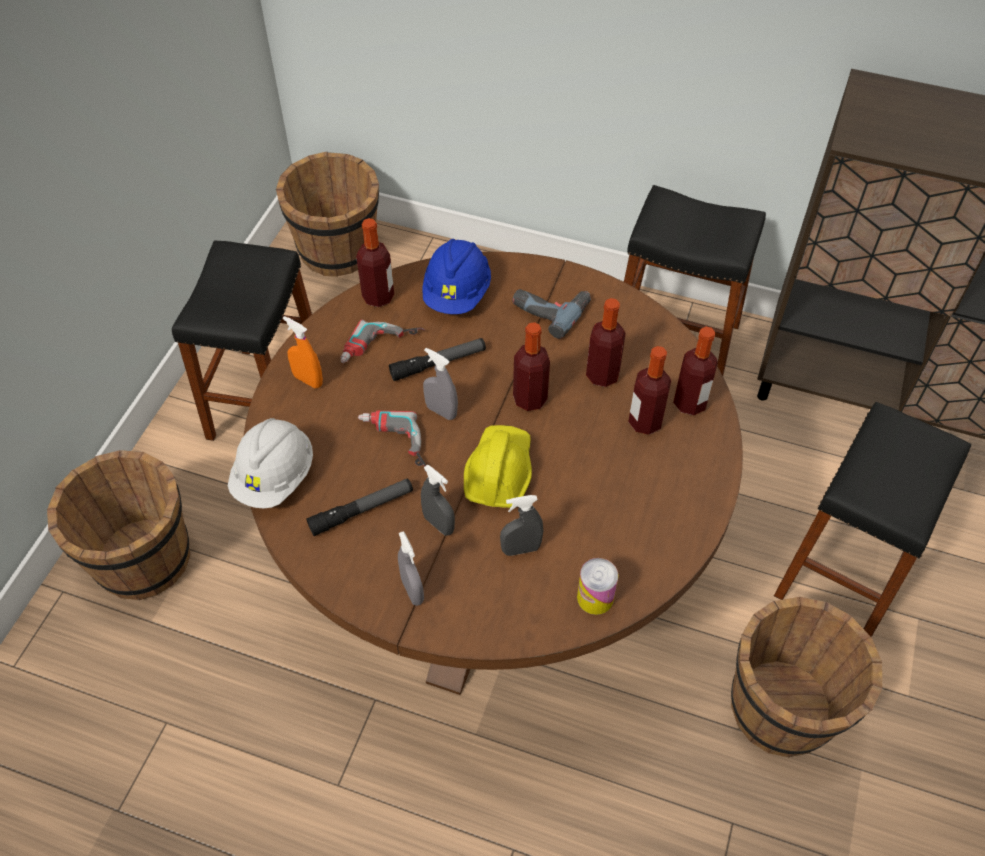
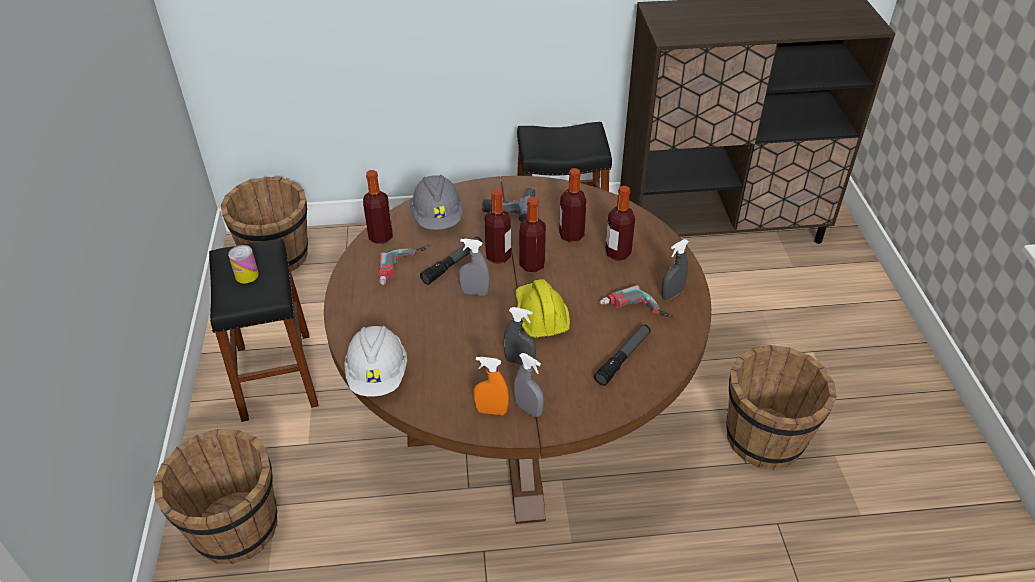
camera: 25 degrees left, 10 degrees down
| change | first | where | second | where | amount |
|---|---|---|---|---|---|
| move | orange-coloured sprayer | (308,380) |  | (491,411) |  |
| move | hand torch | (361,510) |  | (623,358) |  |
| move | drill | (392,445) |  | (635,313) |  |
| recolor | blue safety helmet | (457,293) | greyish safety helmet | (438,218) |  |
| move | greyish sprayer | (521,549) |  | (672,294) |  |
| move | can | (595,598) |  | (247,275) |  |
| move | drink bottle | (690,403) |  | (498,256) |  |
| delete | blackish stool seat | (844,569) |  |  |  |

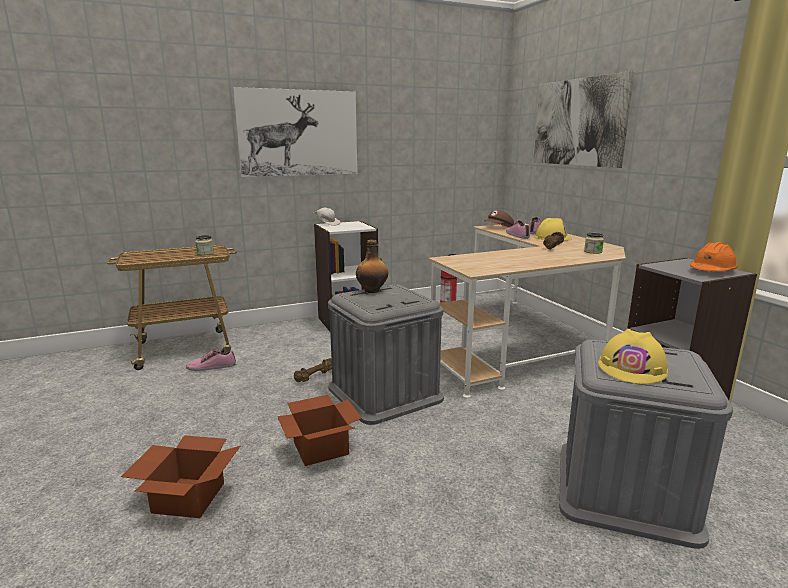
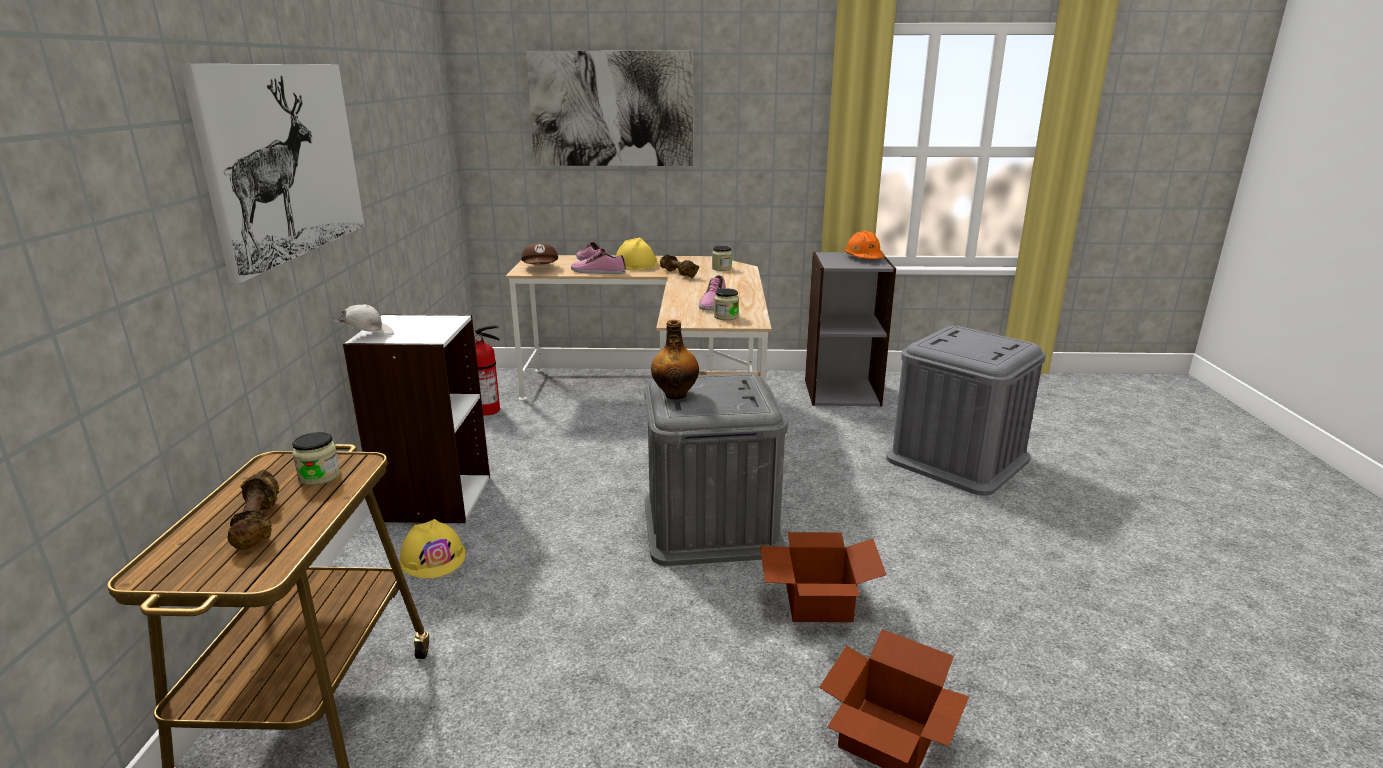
camera: 65 degrees left, 5 degrees up
| change | first | where | second | where | amount |
|---|---|---|---|---|---|
| move | shoe | (211,366) |  | (712,302) |  |
| move | brown-coloured hand weight | (315,377) |  | (259,524) |  |
| move | yellow safety helmet | (632,368) |  | (433,558) |  |
| insert |  |  | storage jar | (726,316) |  |

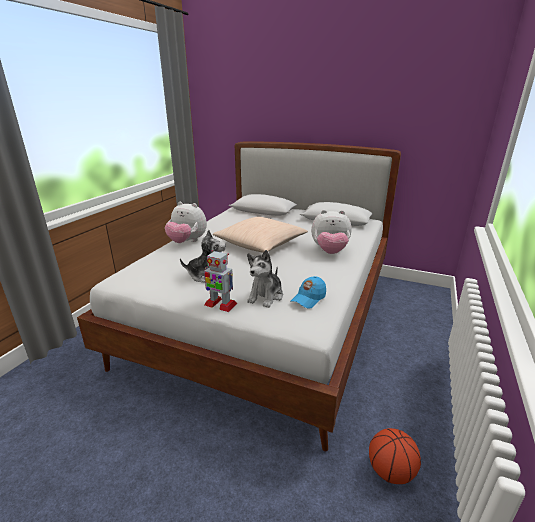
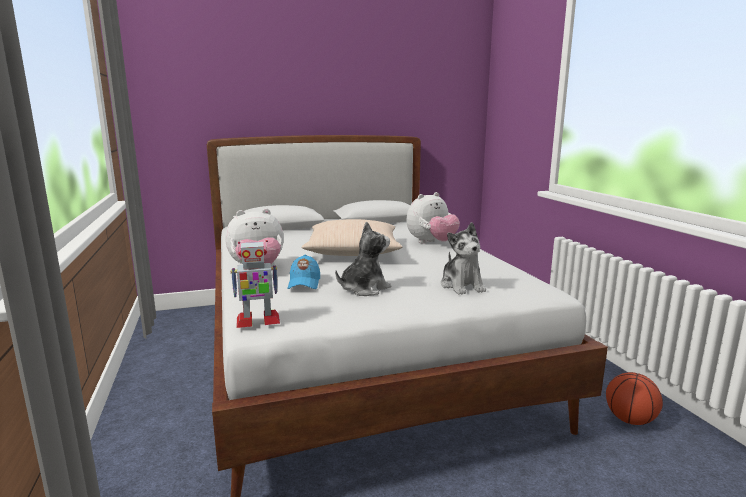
camera: 40 degrees left, 10 degrees down
| change | first | where | second | where | amount |
|---|---|---|---|---|---|
| move | toy robot | (220,304) |  | (257,321) |  |
| move | blue cap | (308,299) |  | (304,283) |  |

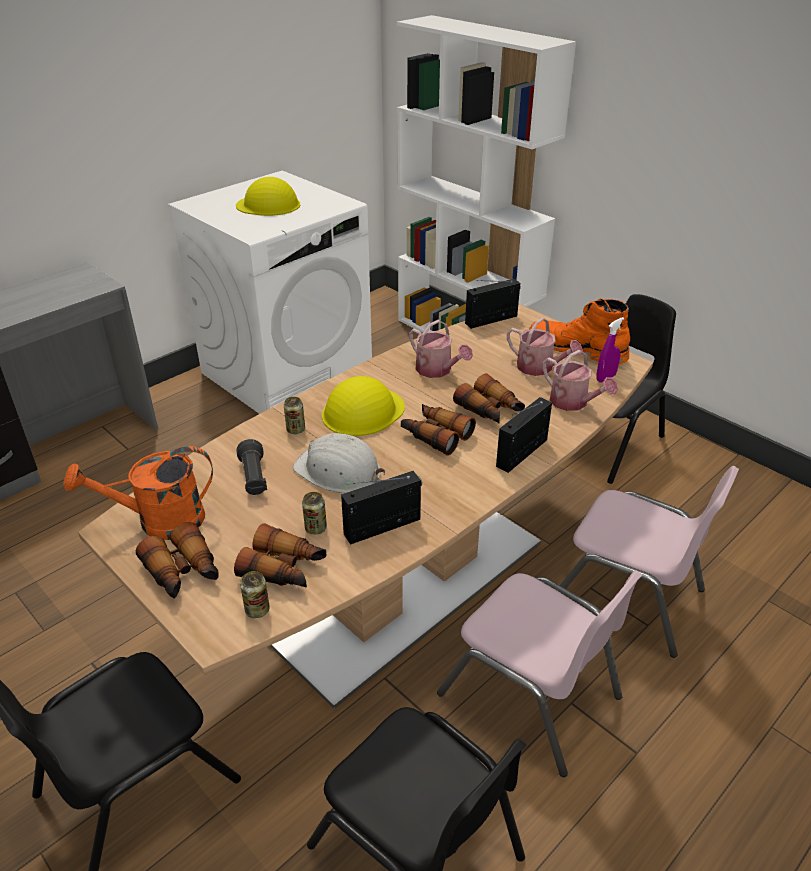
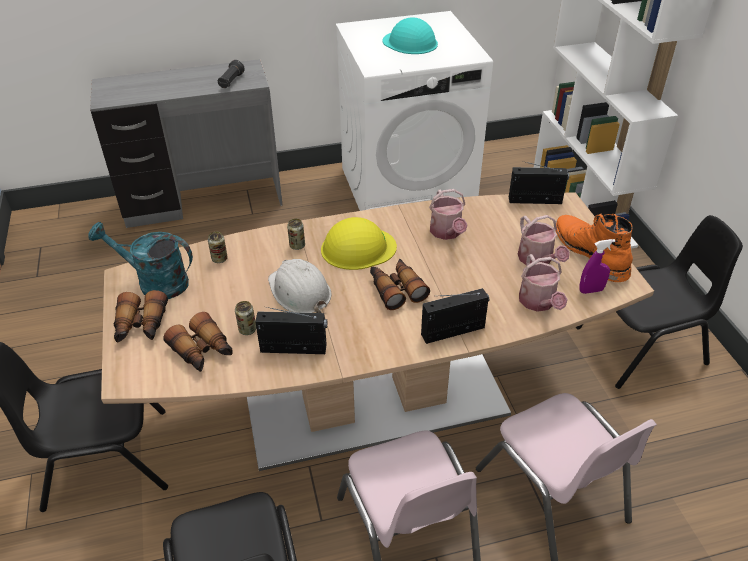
camera: 30 degrees right, 5 degrees up
| change | first | where | second | where | amount |
|---|---|---|---|---|---|
| recolor | orange-coloured sprinkling can | (159,522) | blue-green sprinkling can | (155,282) |  |
| recolor | yellow safety helmet | (268,205) | blue-green safety helmet | (410,42) |  |
| move | blackish hand torch | (254,478) |  | (231,82) |  |
| move | can | (257,610) |  | (219,259) |  |
| delete | pair of binoculars | (490,410) |  |  |  |

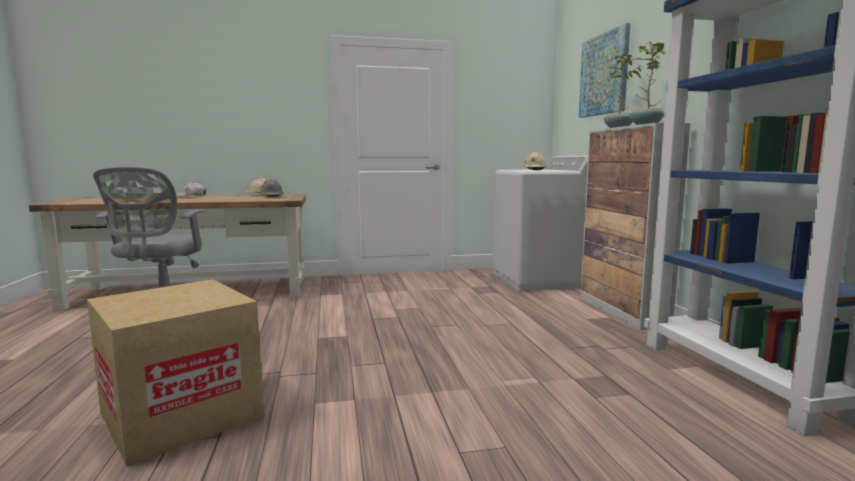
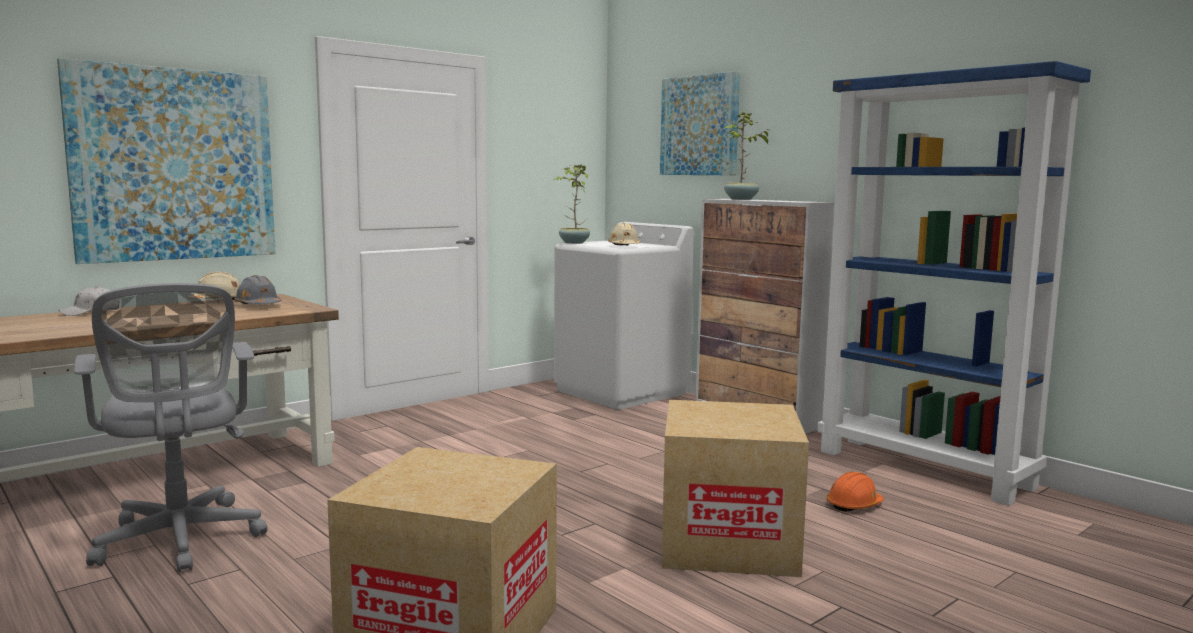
camera: 30 degrees left, 0 degrees up
| change | first | where | second | where | amount |
|---|---|---|---|---|---|
| move | plant in a pot | (645,125) |  | (573,243) |  |
| insert |  |  | picture | (174,165) |  |
| insert |  |  | packing box | (728,543) |  |
| insert |  |  | orange-coloured safety helmet | (854,505) |  |

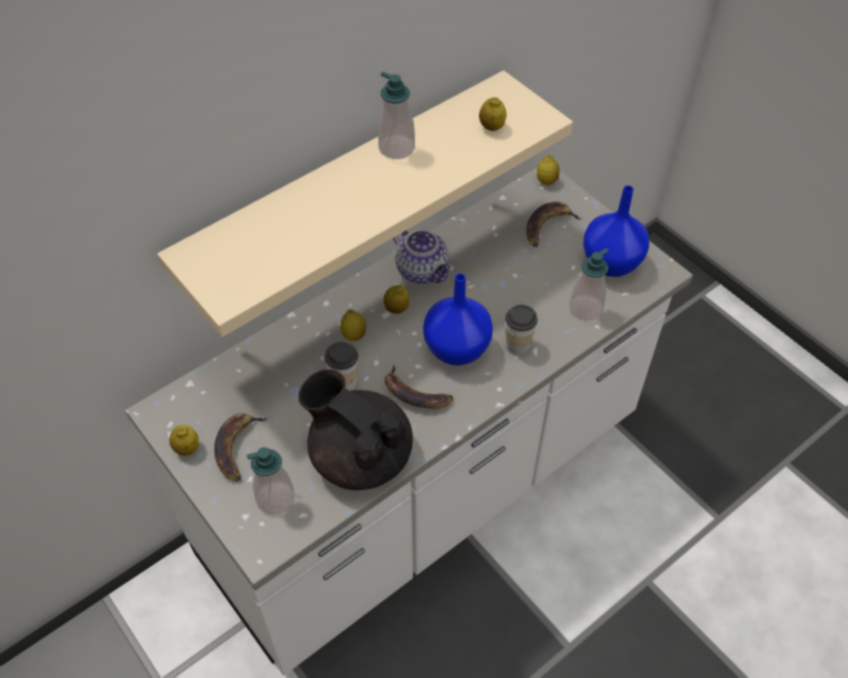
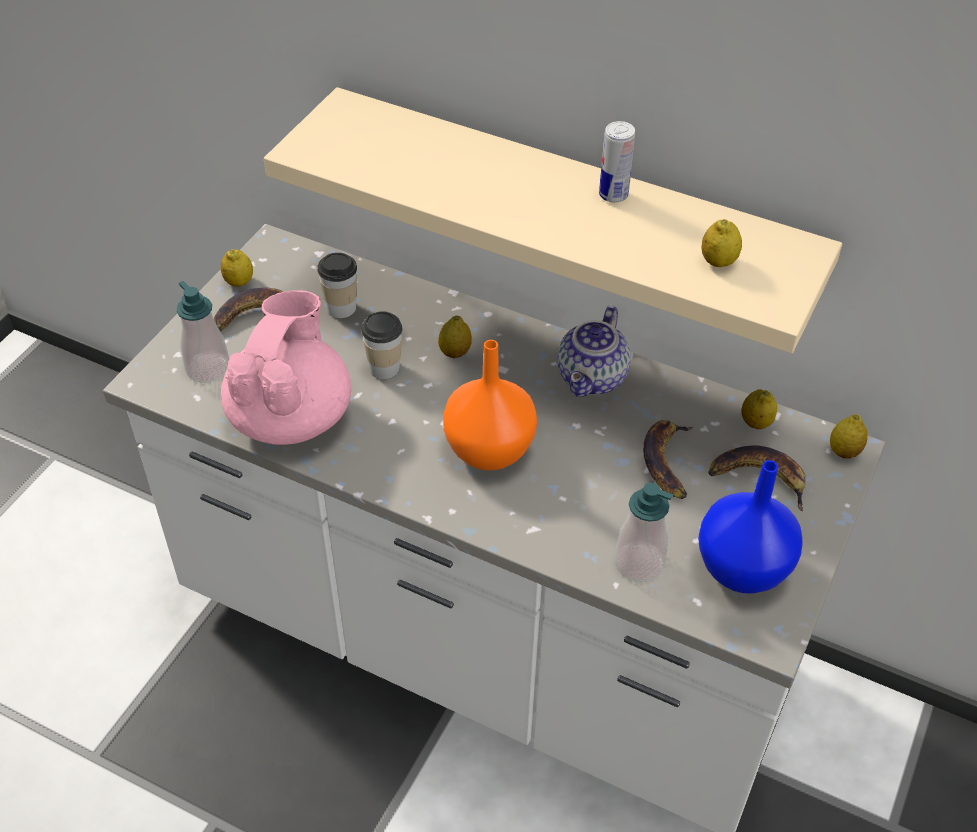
camera: 65 degrees right, 5 degrees down
| change | first | where | second | where | amount |
|---|---|---|---|---|---|
| recolor | blackish teapot | (360,456) | pink teapot | (291,416) |  |
| replace | liquid soap bottle | (396,148) | can | (613,195) |  |
| move | citrus fruit | (396,309) |  | (755,423) |  |
| move | whole banana | (414,394) |  | (667,461) |  |
| recolor | blue vase | (455,349) | orange-coloured vase | (488,449) |  |
| move | small cup | (518,345) |  | (341,308) |  |

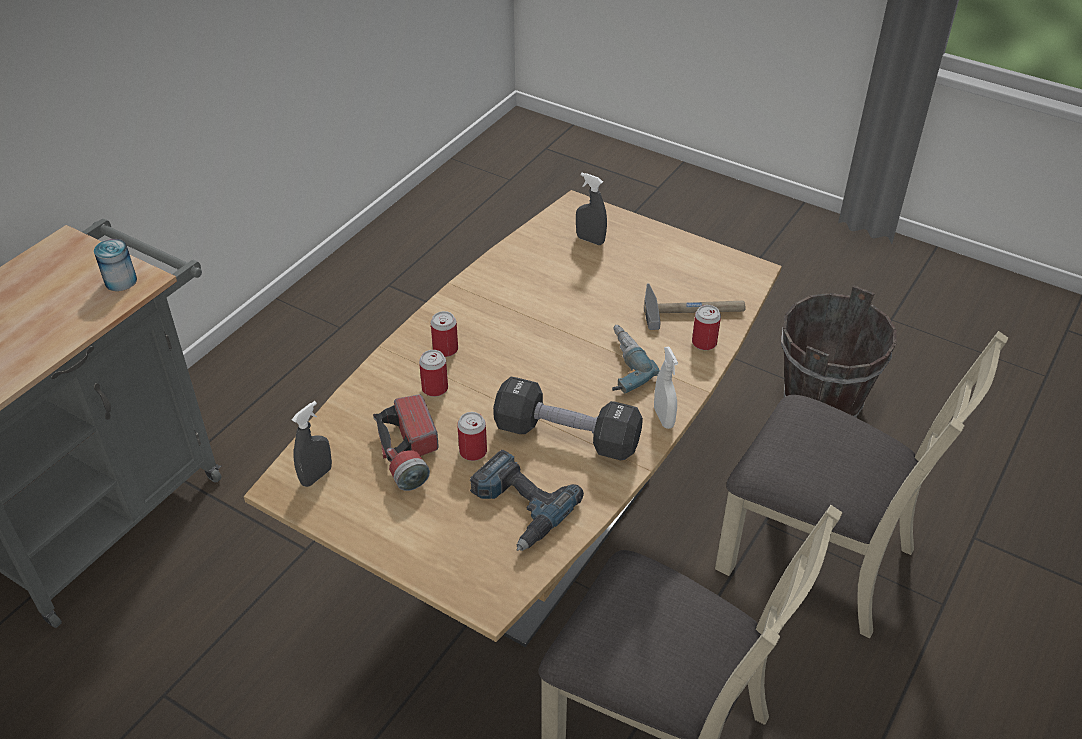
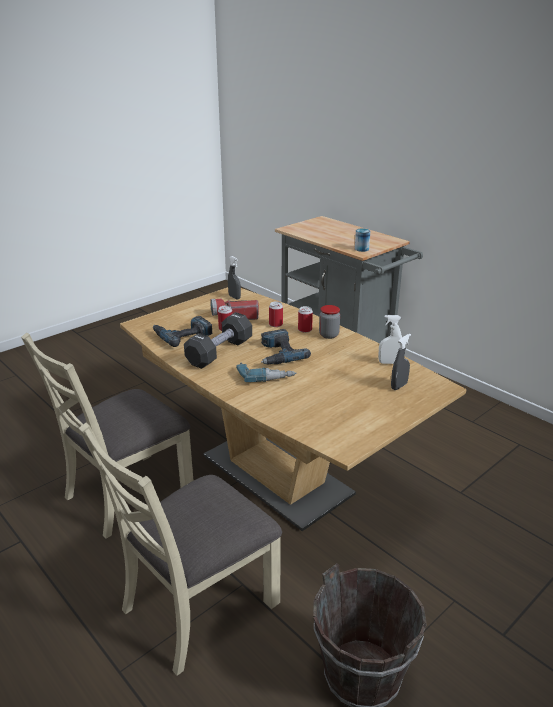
camera: 105 degrees right, 15 degrees down
| change | first | where | second | where | amount |
|---|---|---|---|---|---|
| delete | tool hammer | (693,309) |  |  |  |
| move | whitish sprayer | (663,418) |  | (389,362) |  |
| delete | can | (704,343) |  |  |  |
| insert |  |  | drill | (278,353) |  |
| insert |  |  | storage jar | (329,335) |  |

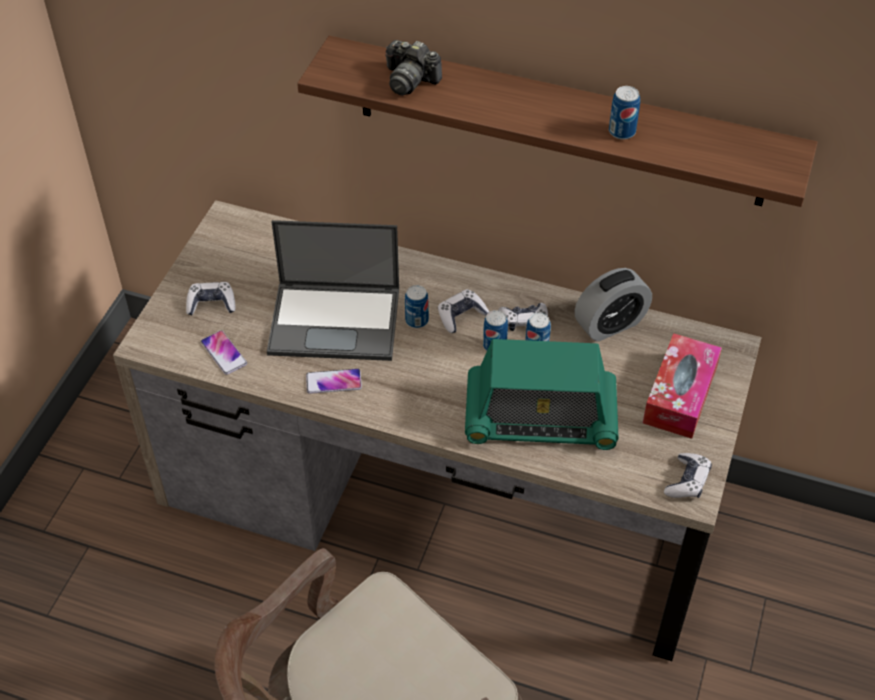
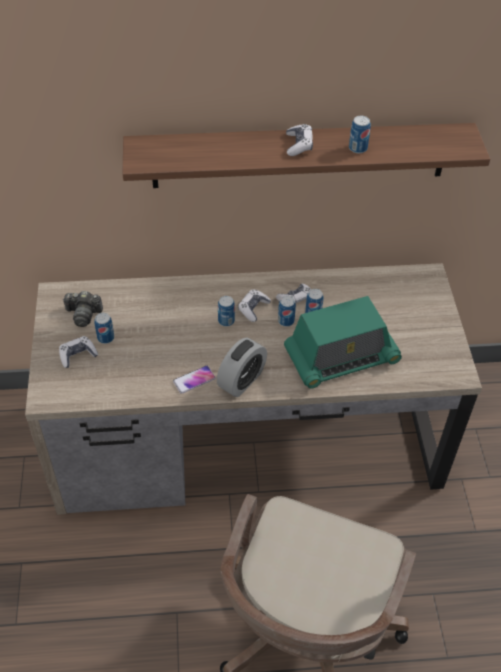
camera: 25 degrees left, 0 degrees up
| change | first | where | second | where | amount |
|---|---|---|---|---|---|
| delete | phone | (224,353) |  |  |  |
| delete | portable computer | (336,320) |  |  |  |
| move | photo camera | (410,80) |  | (83,314) |  |
| move | alarm clock | (610,324) |  | (241,380) |  |
| delete | tissue box | (680,395) |  |  |  |
| move | gamepad | (687,481) |  | (299,145) |  |
| insert |  |  | can | (106,338) |  |

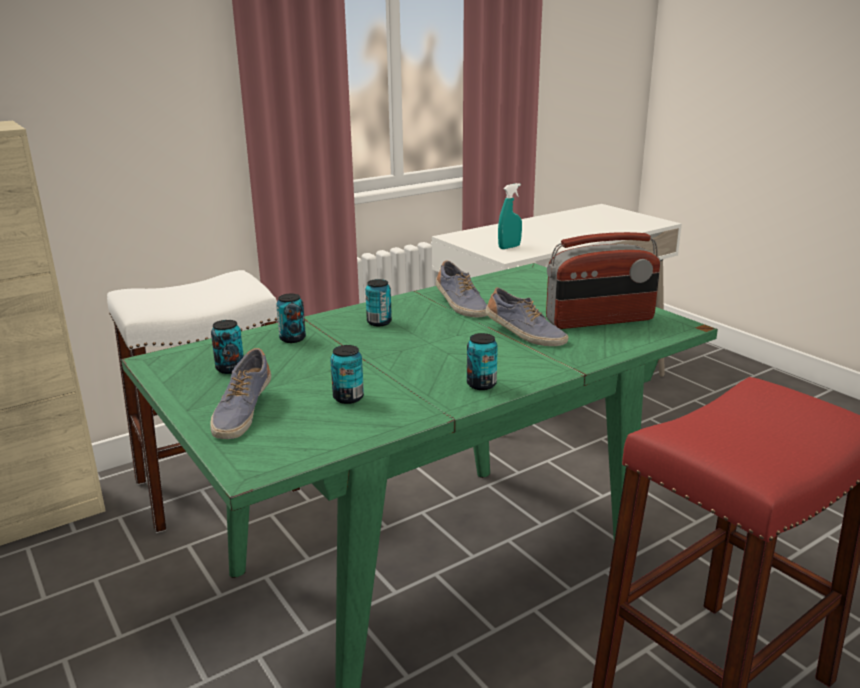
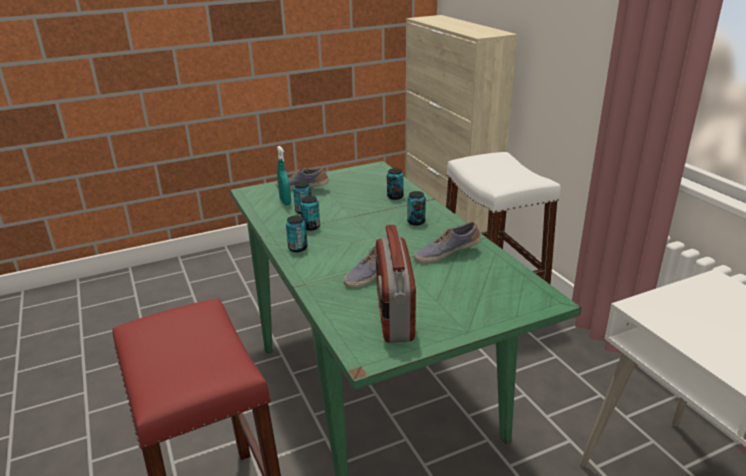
camera: 100 degrees right, 5 degrees up
| change | first | where | second | where | amount |
|---|---|---|---|---|---|
| move | can | (230,368) |  | (311,227) |  |
| move | blue-green sprayer | (509,247) |  | (285,202) |  |

